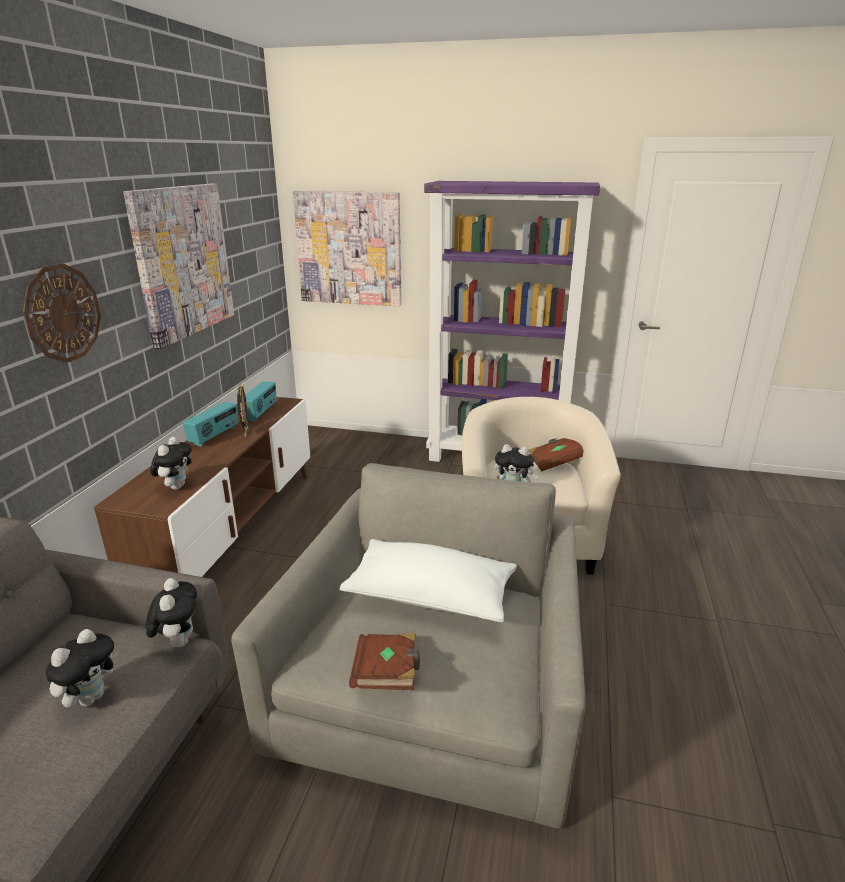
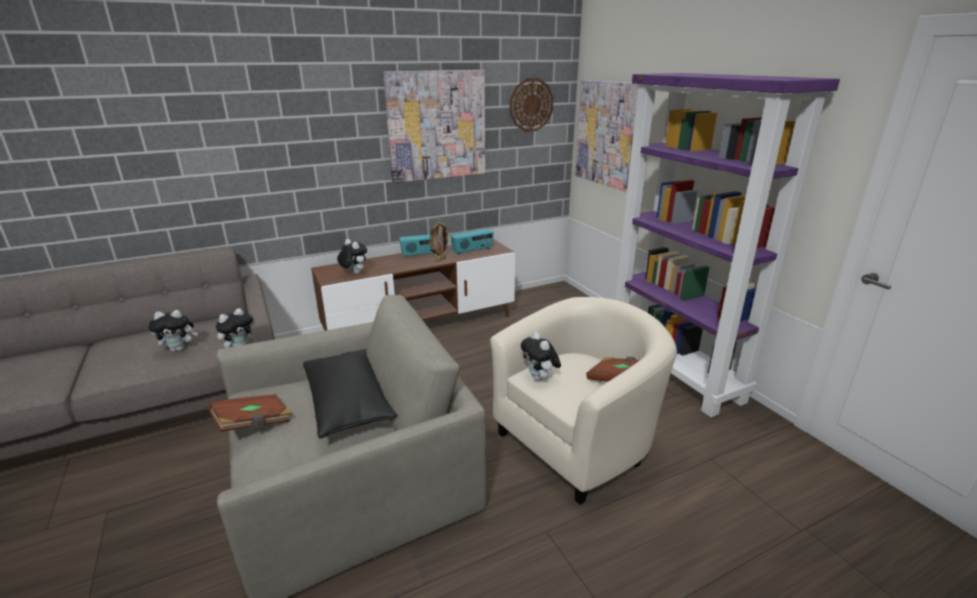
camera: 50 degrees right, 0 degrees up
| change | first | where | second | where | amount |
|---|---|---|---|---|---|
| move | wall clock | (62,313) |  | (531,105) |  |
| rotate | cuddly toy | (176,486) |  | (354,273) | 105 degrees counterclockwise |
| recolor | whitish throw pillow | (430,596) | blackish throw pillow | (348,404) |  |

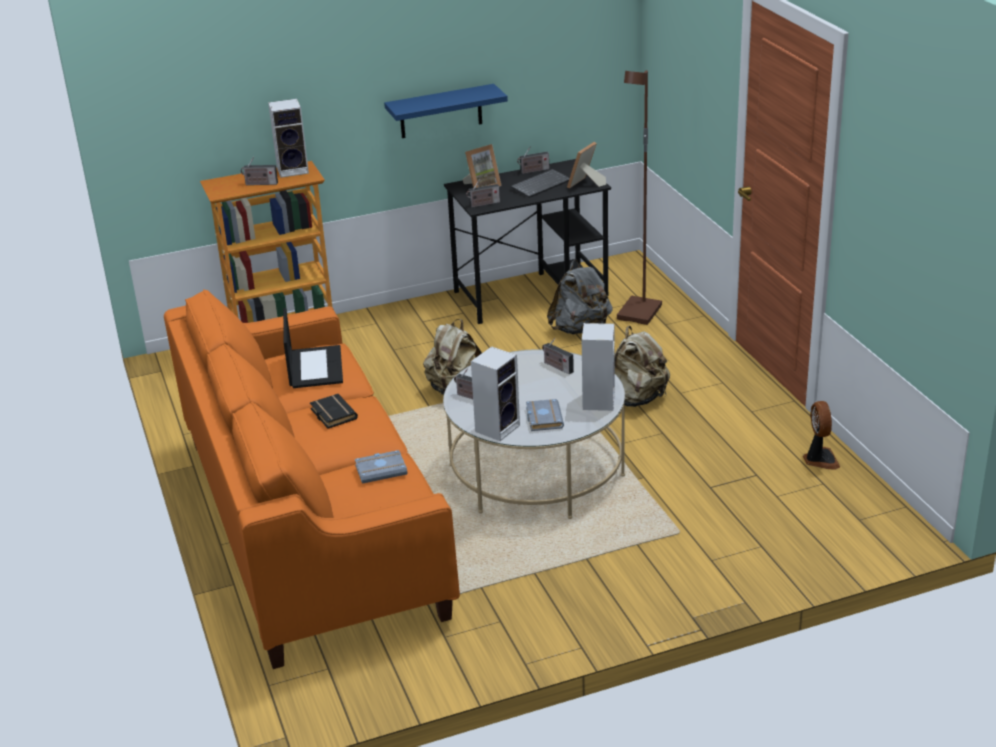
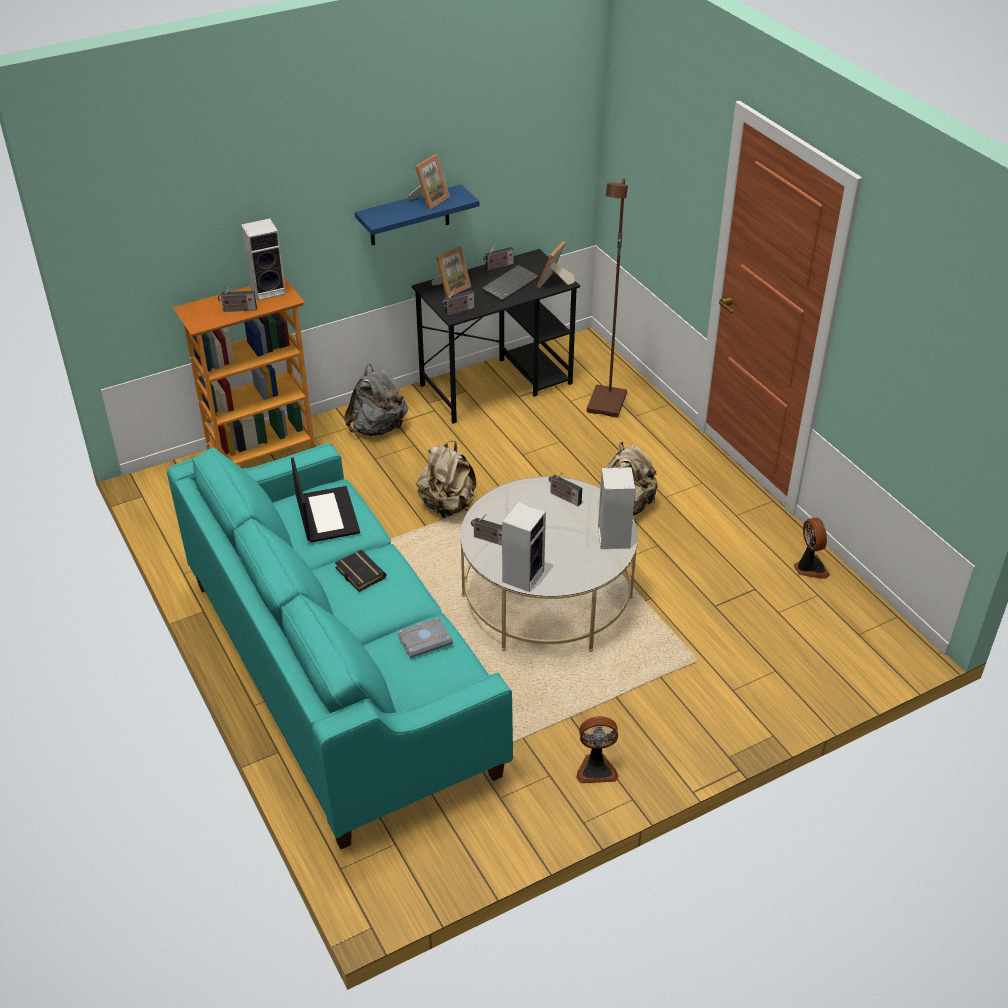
camera: 10 degrees left, 10 degrees up
| change | first | where | second | where | amount |
|---|---|---|---|---|---|
| recolor | orange-coloured sofa | (312,524) | blue-green sofa | (340,674) |  |
| delete | greyish book | (542,418) |  |  |  |
| move | greyish rucksack | (580,329) |  | (378,428) |  |
| insert |  |  | standing frame | (429,200) |  |
| insert |  |  | cooling fan | (596,768) |  |

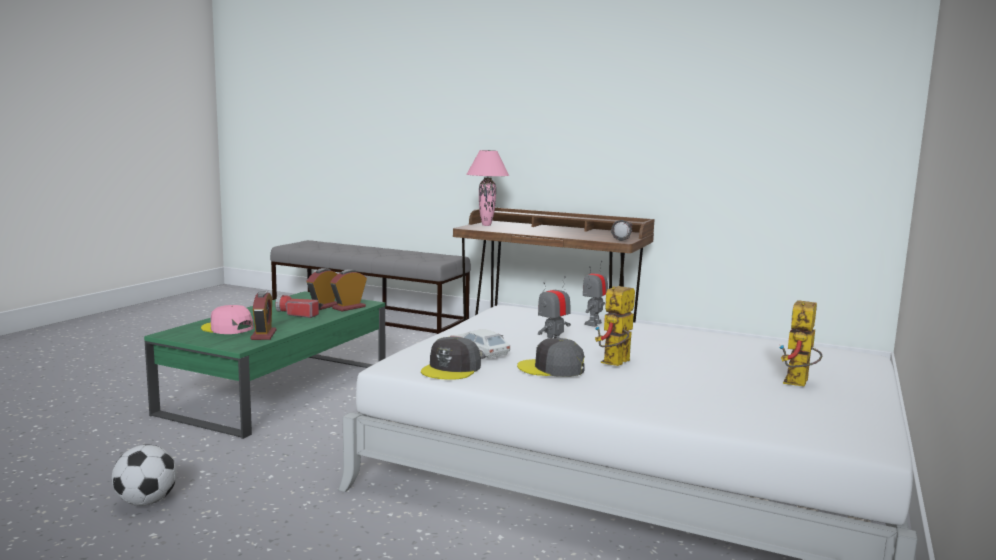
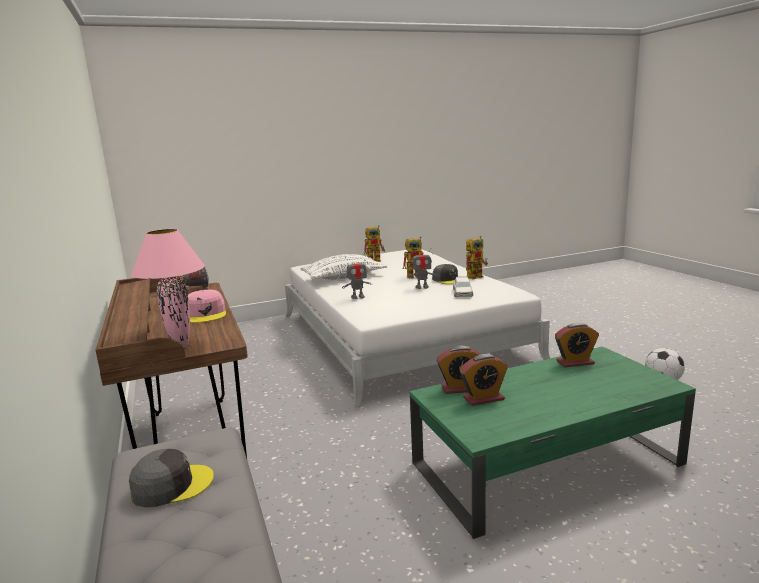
camera: 135 degrees left, 5 degrees up
| change | first | where | second | where | amount |
|---|---|---|---|---|---|
| move | pink cap | (227,328) |  | (206,314) |  |
| rotate | alarm clock | (263,335) |  | (575,362) | 135 degrees counterclockwise |
| delete | hand torch | (297,314) |  |  |  |
| move | greyish cap | (451,369) |  | (171,485) |  |
| insert |  |  | whitish throw pillow | (343,277) |  |
| insert |  |  | toy robot | (476,276) |  |

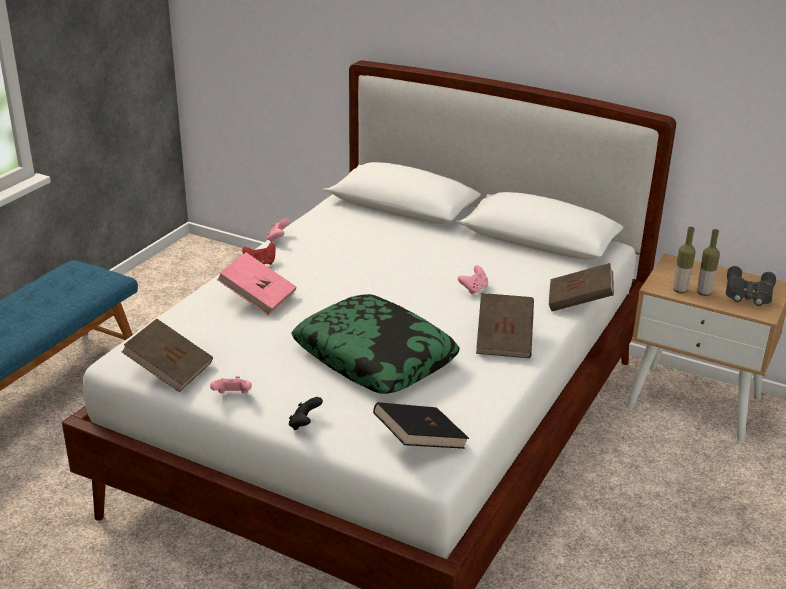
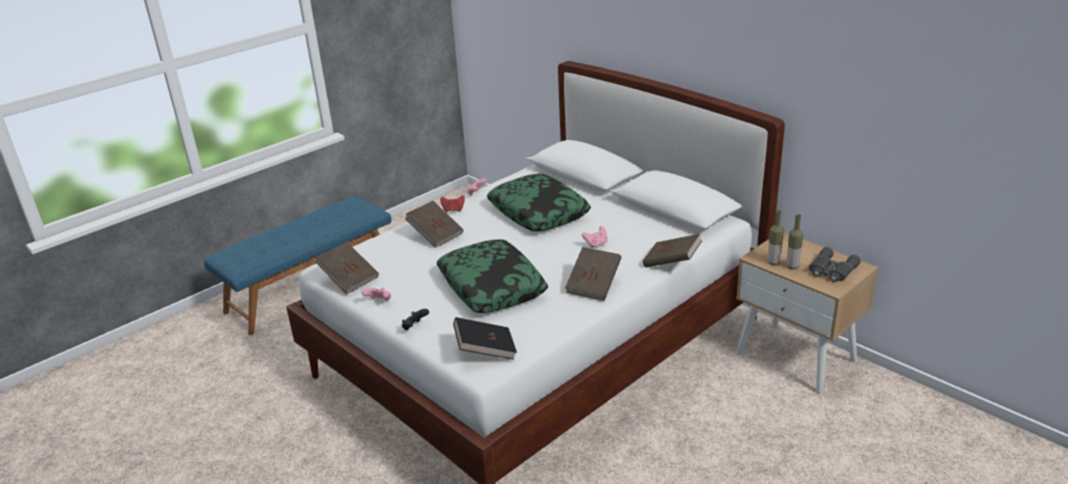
camera: 20 degrees right, 0 degrees up
| change | first | where | second | where | amount |
|---|---|---|---|---|---|
| recolor | pink book | (258,298) | brown-coloured book | (435,234) |  |
| insert |  |  | throw pillow | (539,212) |  |

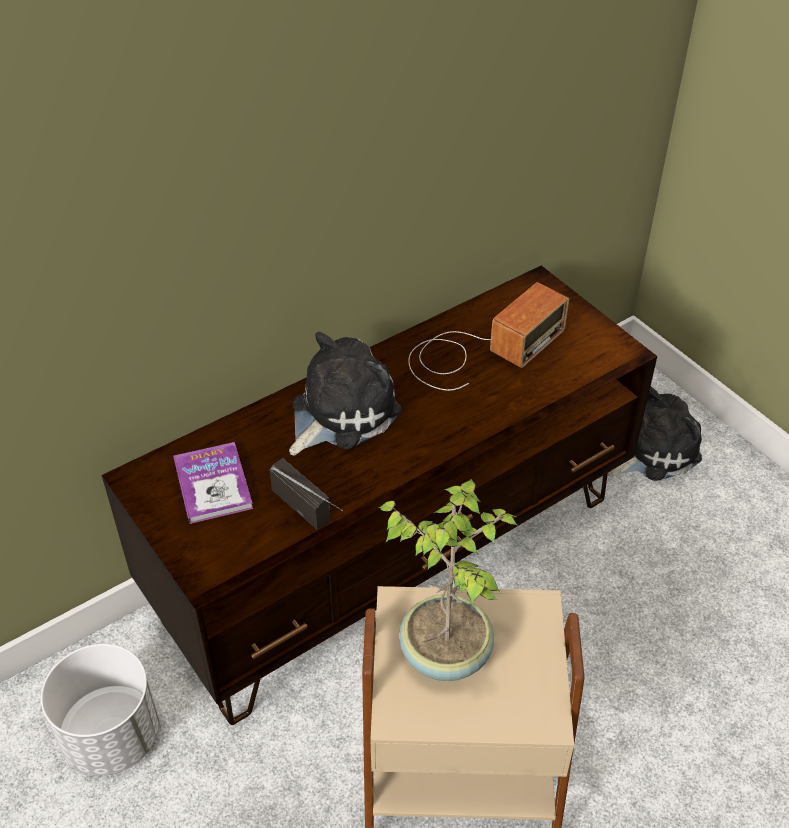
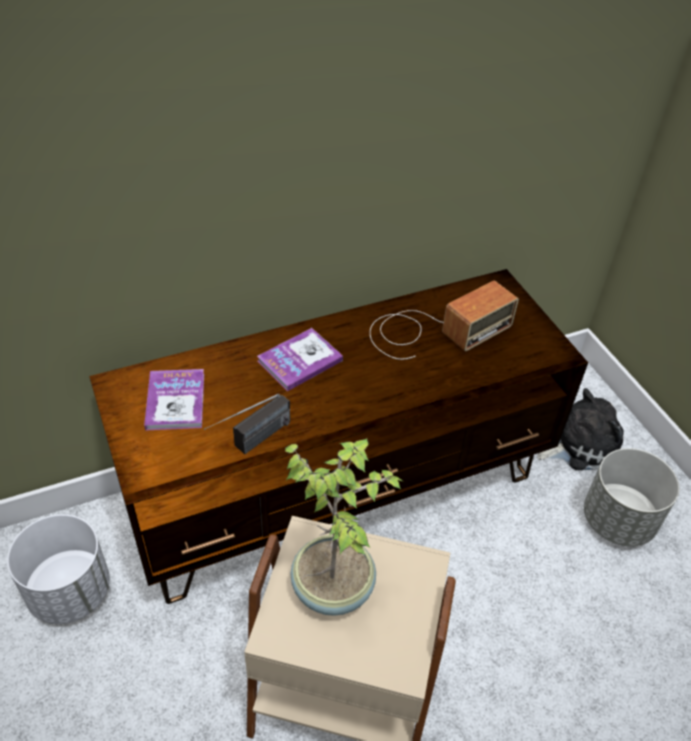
camera: 10 degrees right, 0 degrees up
| change | first | where | second | where | amount |
|---|---|---|---|---|---|
| rotate | radio set | (315,515) |  | (251,443) | 75 degrees clockwise |
| replace | cuddly toy | (340,412) | book | (300,361) |  |
| insert |  |  | greyish flower pot | (618,520) |  |

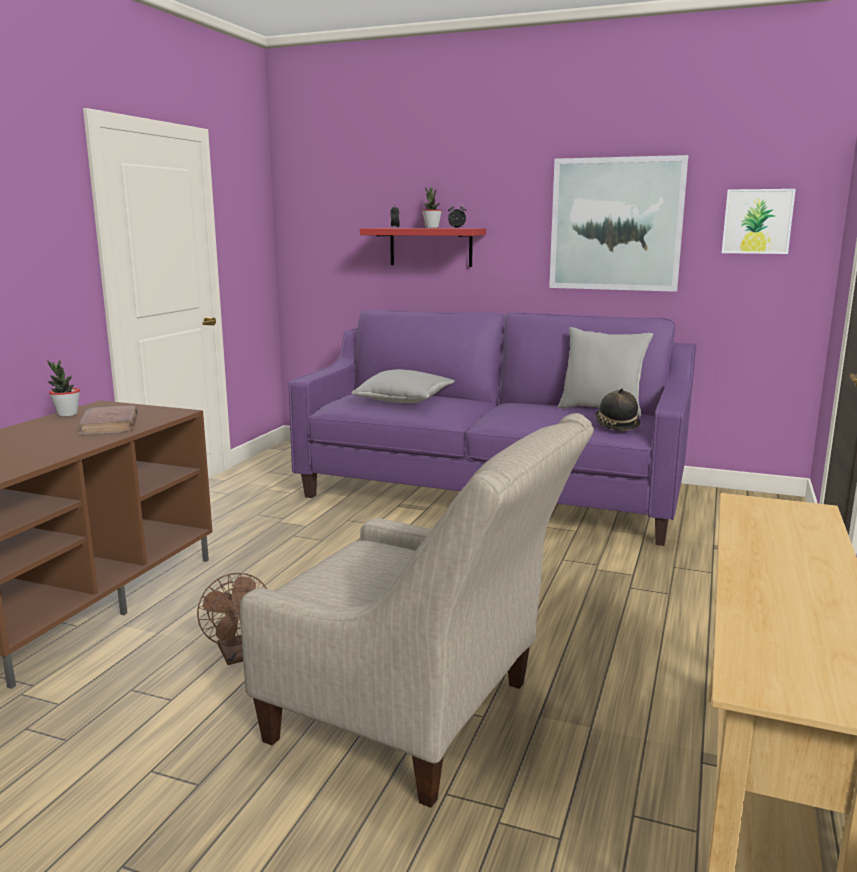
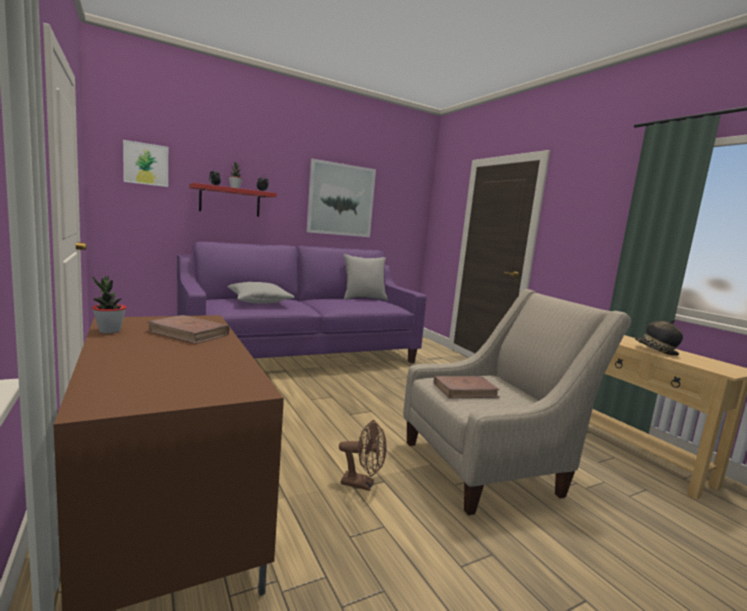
camera: 50 degrees left, 5 degrees down
| change | first | where | second | where | amount |
|---|---|---|---|---|---|
| move | clothing hat | (616,425) |  | (655,351) |  |
| move | picture | (757,221) |  | (146,164) |  |
| insert |  |  | brown-coloured book | (465,390) |  |

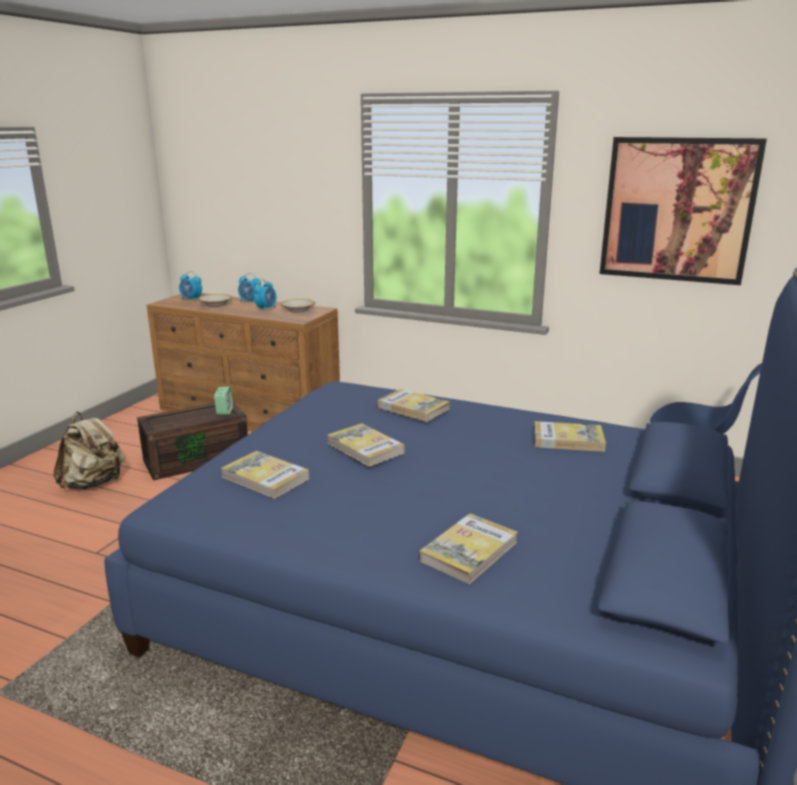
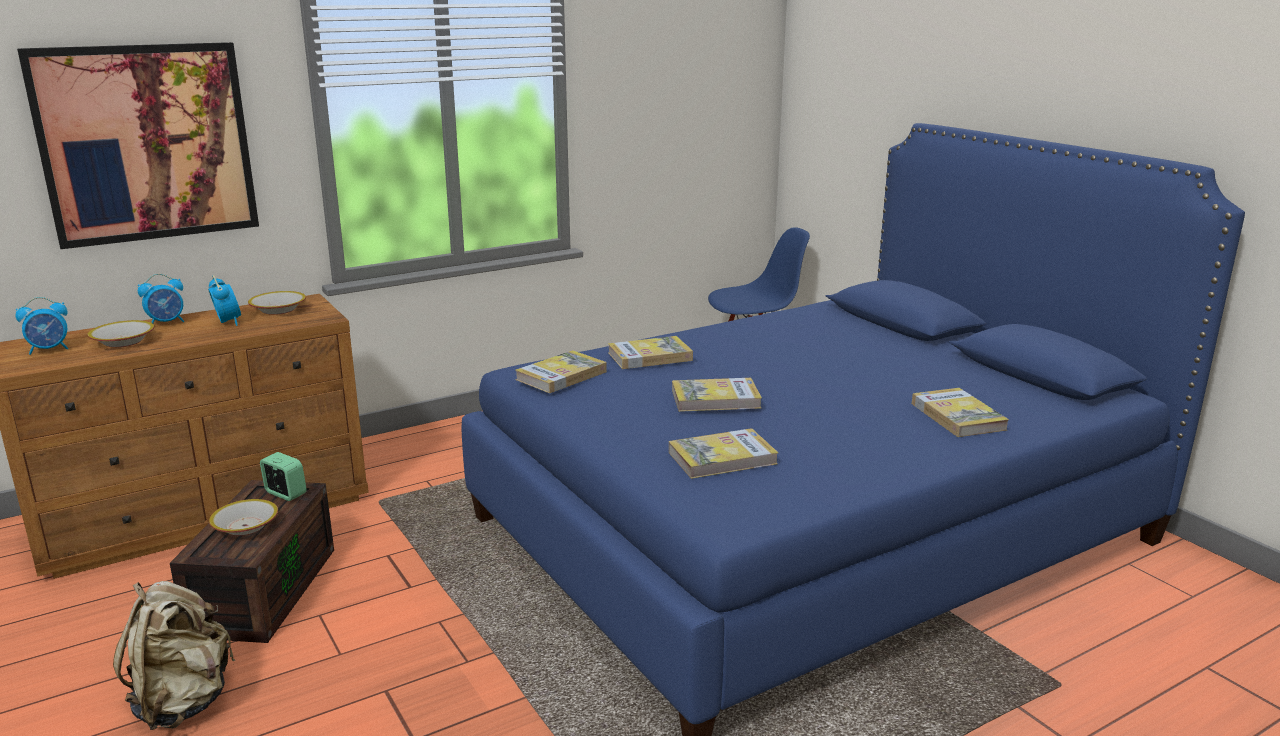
camera: 55 degrees left, 0 degrees up
| change | first | where | second | where | amount |
|---|---|---|---|---|---|
| move | book | (568,440) |  | (561,375) |  |
| move | picture | (677,210) |  | (146,143) |  |
| insert |  |  | bowl | (245,526) |  |

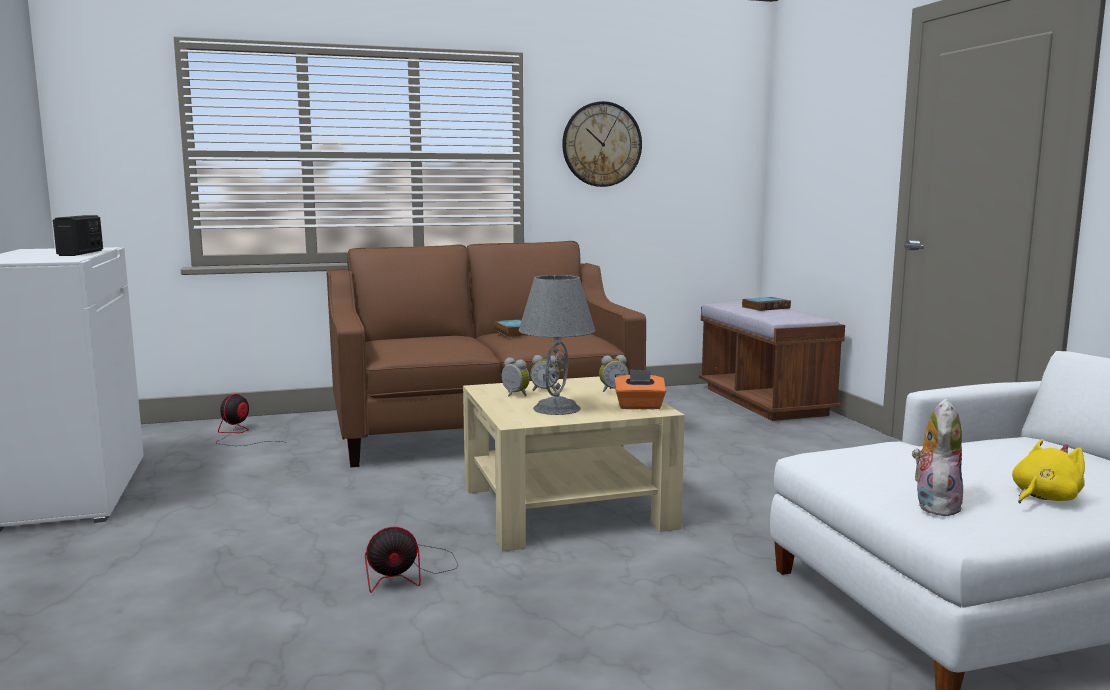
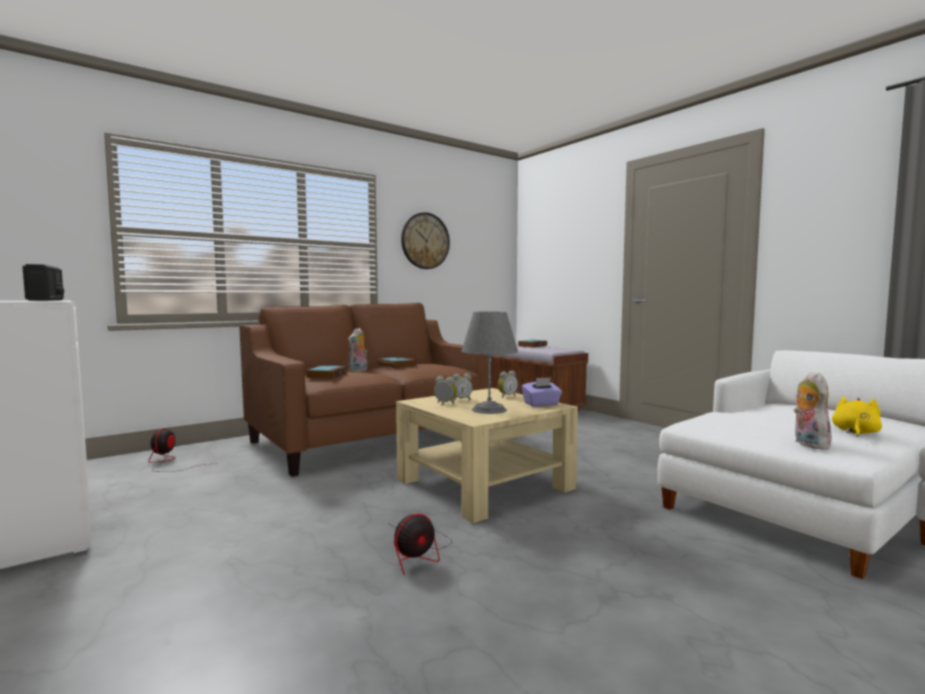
camera: 20 degrees left, 5 degrees down
| change | first | where | second | where | amount |
|---|---|---|---|---|---|
| recolor | orange-coloured tissue box | (639,406) | purplish tissue box | (541,404) |  |
| insert |  |  | book | (327,375) |  |
| insert |  |  | cuddly toy | (358,371) |  |

